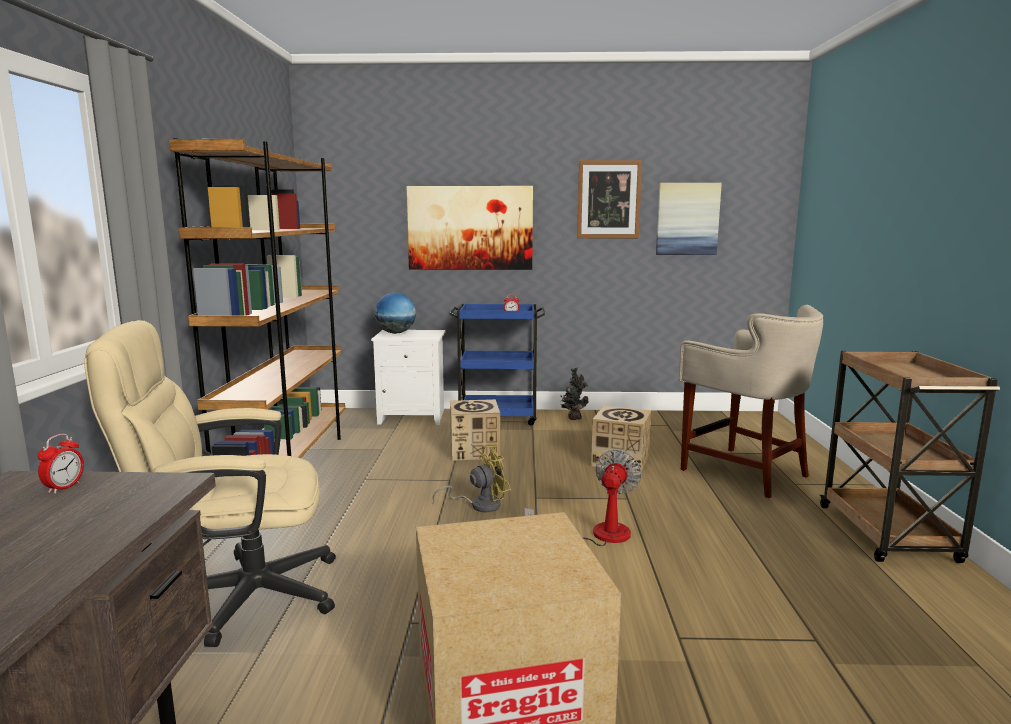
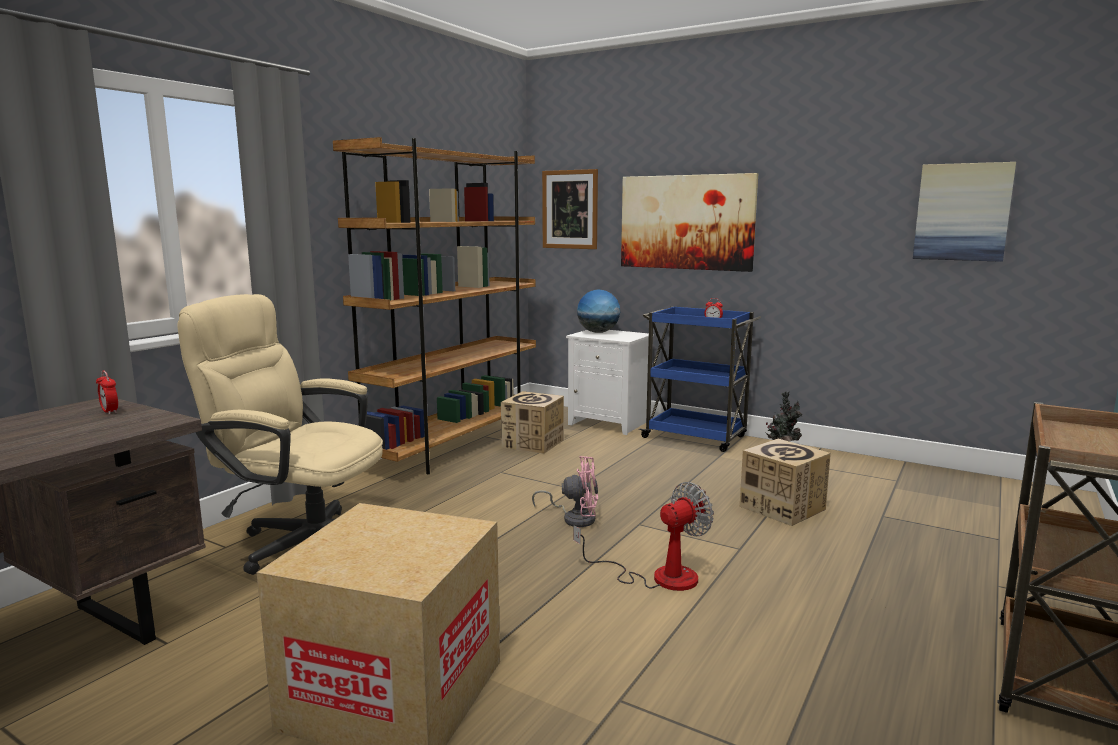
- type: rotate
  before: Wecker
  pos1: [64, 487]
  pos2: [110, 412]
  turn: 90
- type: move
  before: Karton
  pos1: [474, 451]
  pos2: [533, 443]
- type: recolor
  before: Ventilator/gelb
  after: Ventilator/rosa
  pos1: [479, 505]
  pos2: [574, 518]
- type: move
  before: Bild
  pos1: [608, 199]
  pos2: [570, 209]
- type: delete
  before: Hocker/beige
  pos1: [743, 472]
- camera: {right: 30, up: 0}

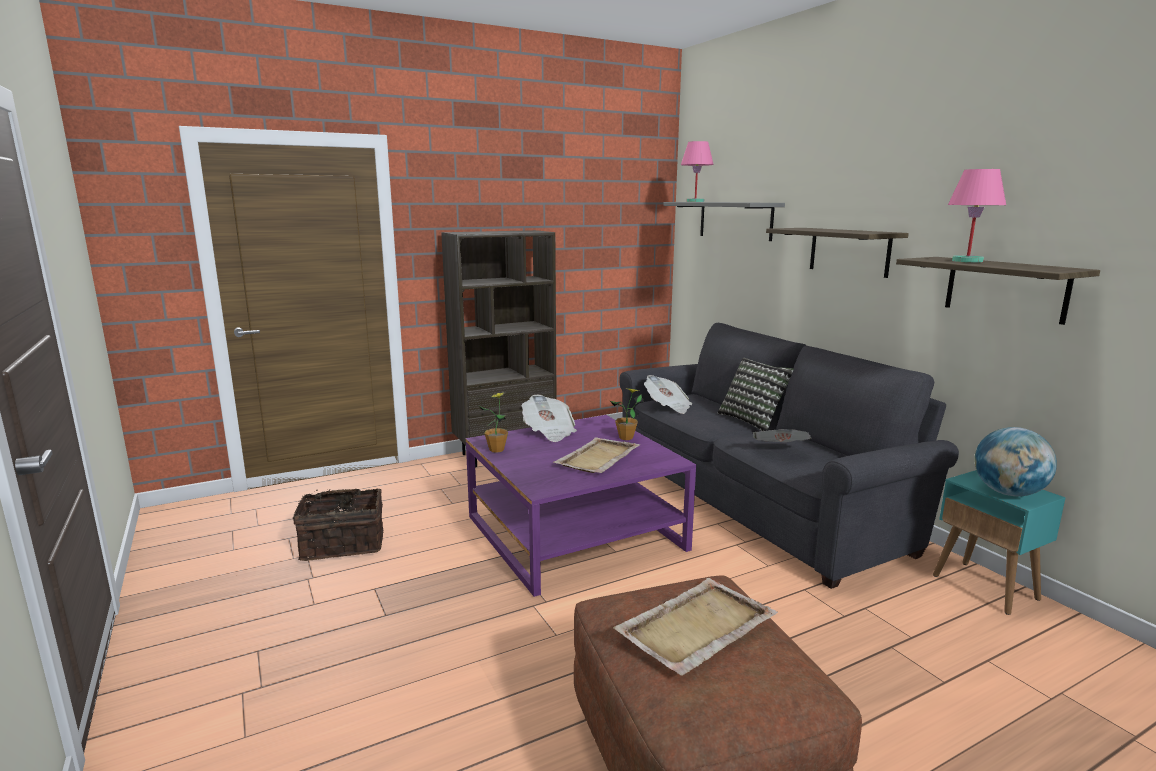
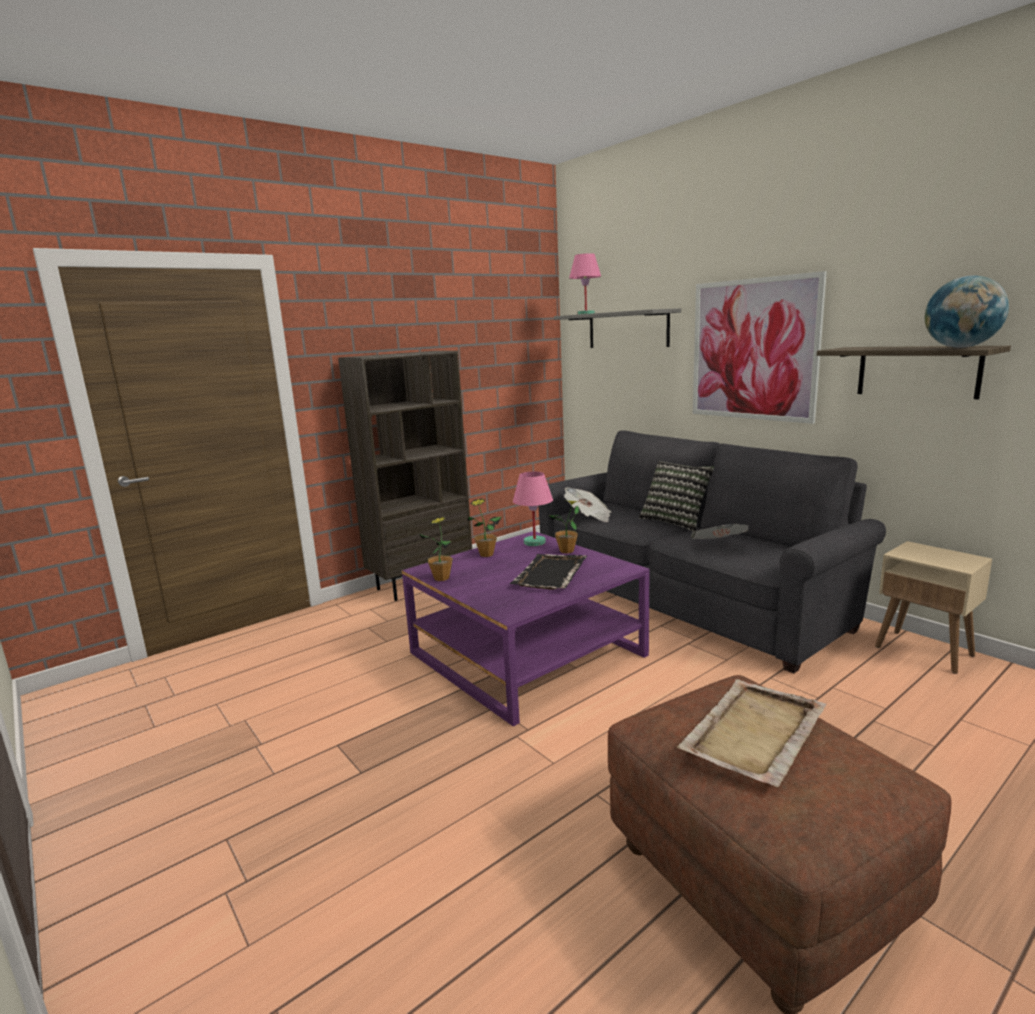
- type: replace
  before: Zeitung
  after: Topfpflanze
  pos1: [549, 432]
  pos2: [486, 554]
- type: recolor
  before: Tablett/beige
  after: Tablett/schwarz
  pos1: [597, 458]
  pos2: [550, 574]
- type: move
  before: Tischlampe/rosa
  pos1: [968, 261]
  pos2: [535, 542]
- type: replace
  before: Wandregal
  after: Bild
  pos1: [849, 251]
  pos2: [753, 350]
- type: recolor
  before: Beistelltisch/türkis
  after: Beistelltisch/beige
  pos1: [986, 587]
  pos2: [925, 651]
- type: move
  before: Globus
  pos1: [1008, 493]
  pos2: [960, 347]
- type: delete
  before: Korb
  pos1: [343, 544]
- camera: {right: -10, up: 0}

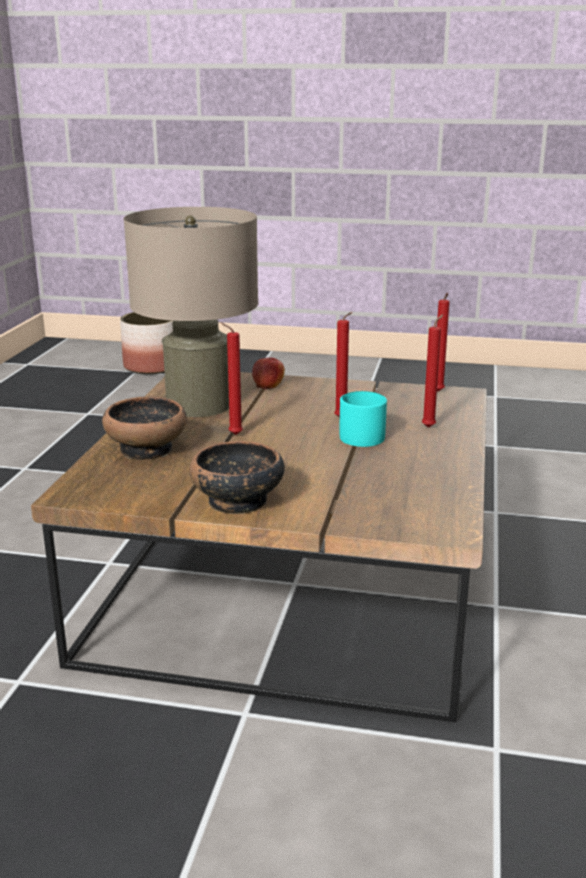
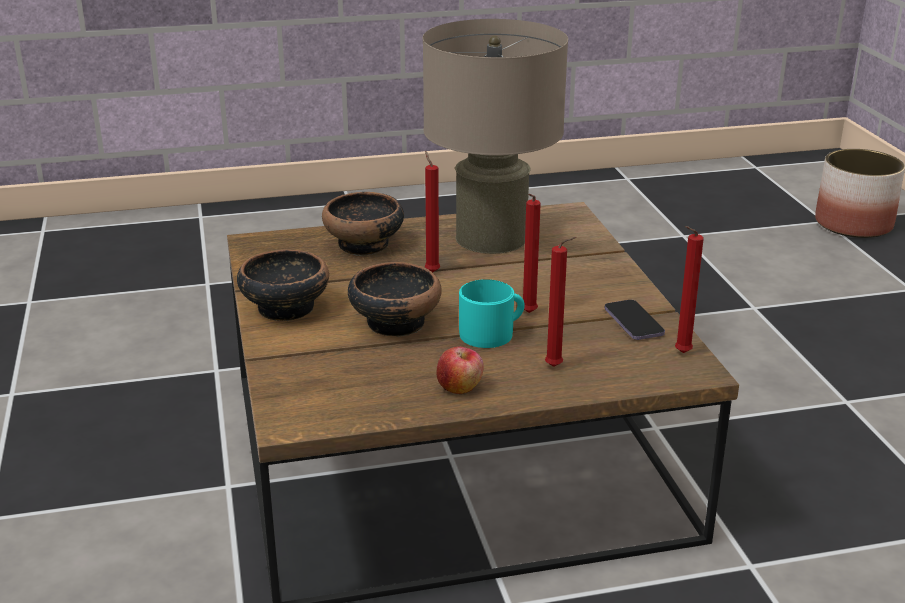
- type: insert
  after: Schüssel
  pos2: [395, 322]
- type: move
  before: Apfel
  pos1: [268, 385]
  pos2: [459, 387]
- type: insert
  after: Handy
  pos2: [633, 322]
- camera: {right: 65, up: 5}

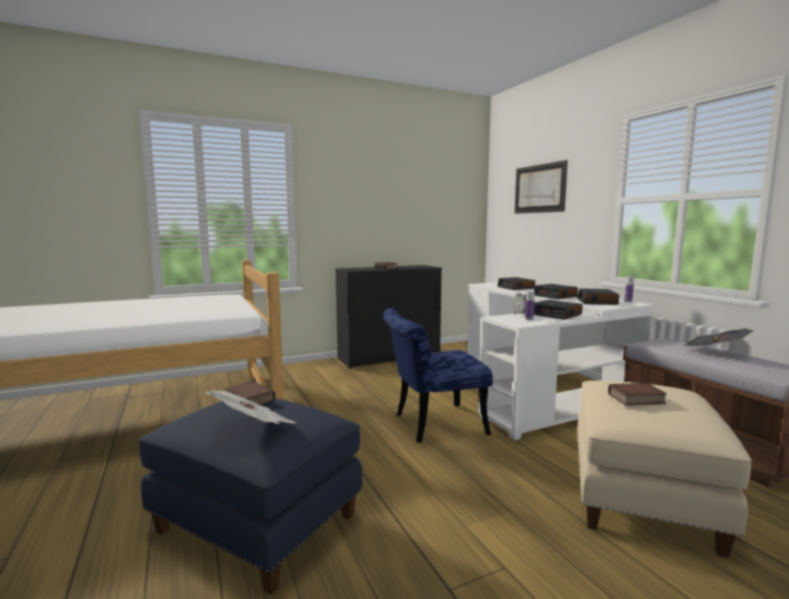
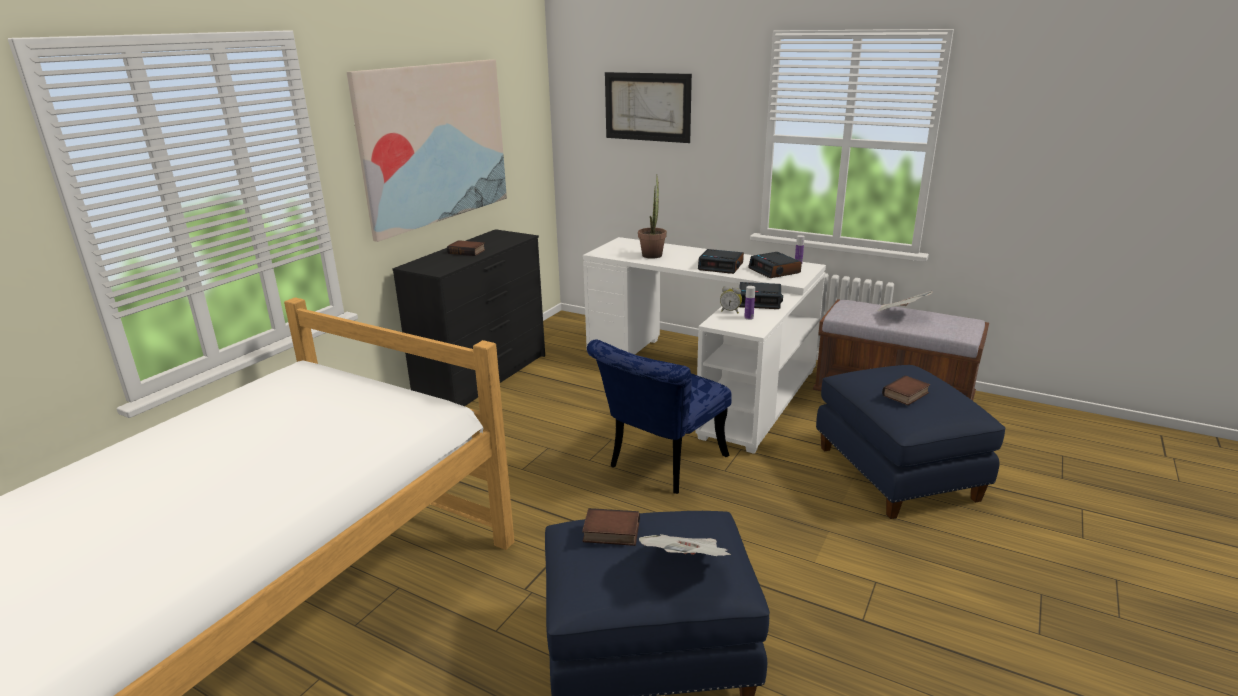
- type: insert
  after: Bild
  pos2: [435, 144]
- type: replace
  before: Wecker
  after: Topfpflanze
  pos1: [516, 287]
  pos2: [652, 254]
- type: recolor
  before: Polsterhocker/beige
  after: Polsterhocker/blau
  pos1: [644, 498]
  pos2: [898, 473]
- camera: {right: -35, up: 15}

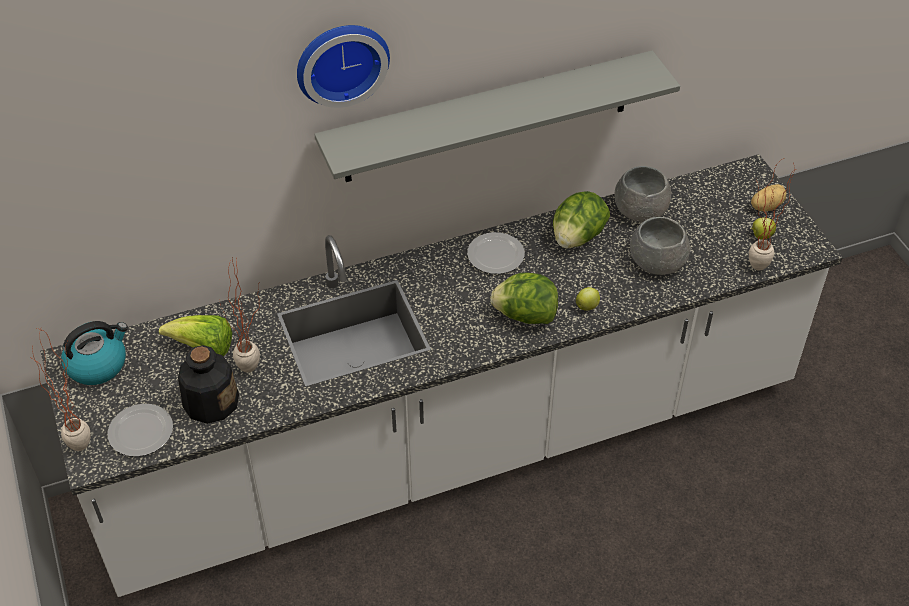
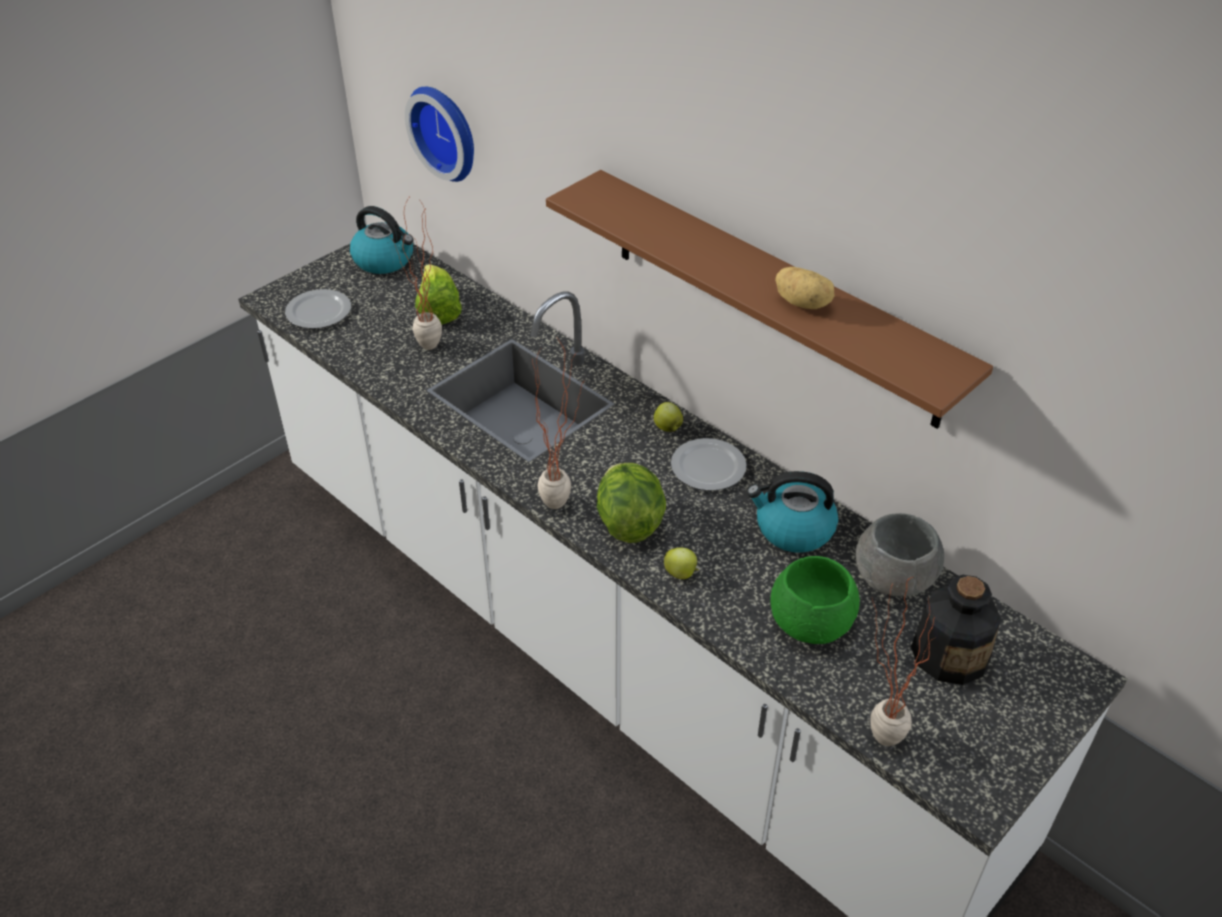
- type: move
  before: Wanduhr
  pos1: [340, 61]
  pos2: [447, 131]
- type: move
  before: Topfpflanze
  pos1: [83, 438]
  pos2: [565, 501]
- type: recolor
  before: Wandregal/grau
  after: Wandregal/braun
  pos1: [488, 117]
  pos2: [772, 296]
- type: move
  before: Apfel
  pos1: [761, 236]
  pos2: [667, 427]
- type: replace
  before: Salatkopf
  after: Wasserkessel
  pos1: [577, 237]
  pos2: [793, 529]
- type: recolor
  before: Schüssel/grau
  after: Schüssel/grün
  pos1: [657, 261]
  pos2: [810, 621]
- type: move
  before: Kartoffel
  pos1: [765, 206]
  pos2: [803, 303]
- type: move
  before: Flasche
  pos1: [210, 401]
  pos2: [949, 654]
- camera: {right: 65, up: -5}

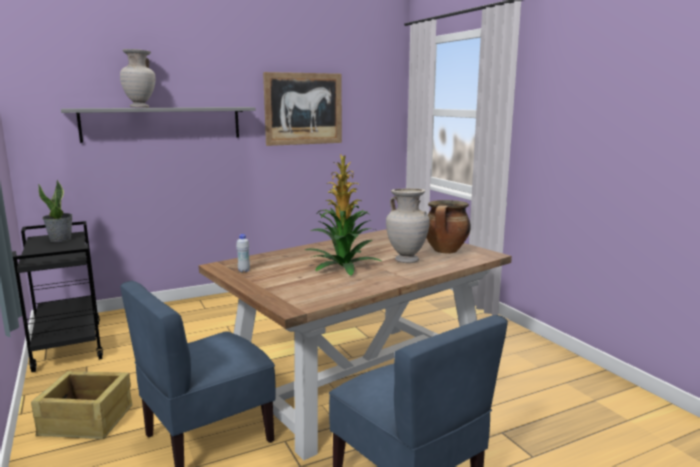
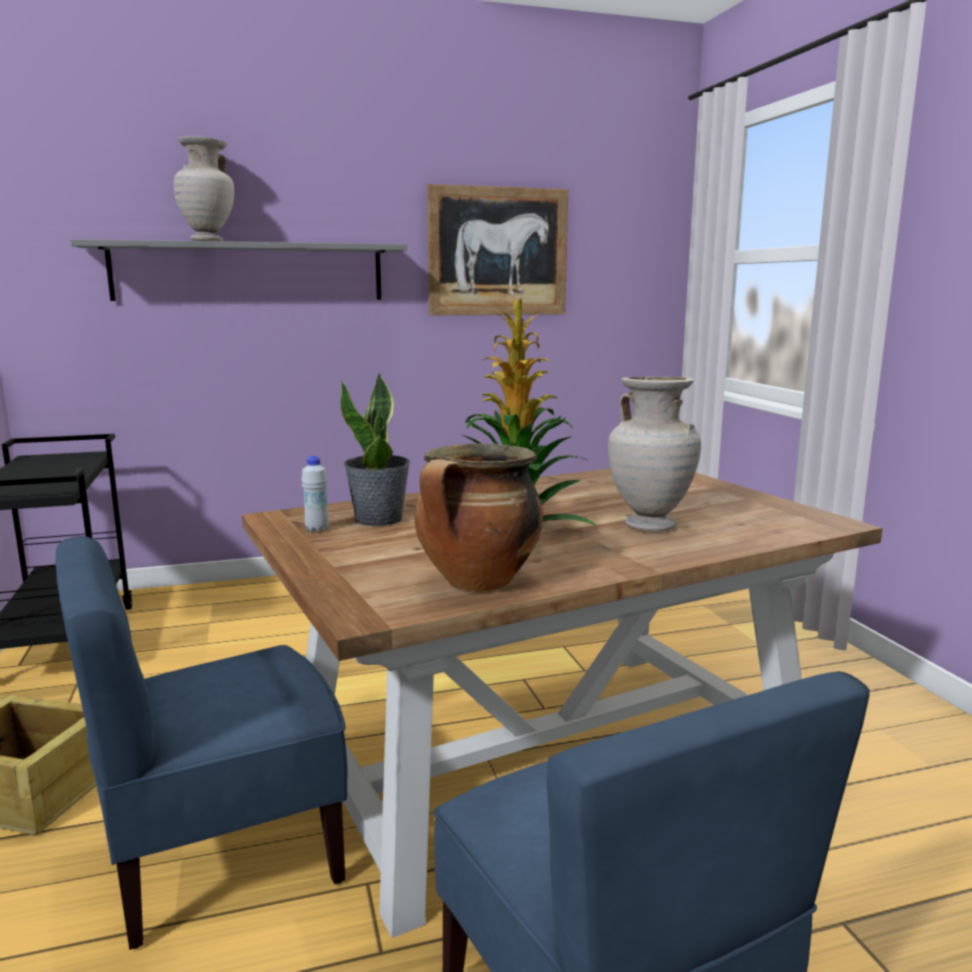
- type: move
  before: Topfpflanze
  pos1: [61, 239]
  pos2: [379, 519]
- type: move
  before: Kochtopf
  pos1: [445, 251]
  pos2: [478, 583]
- camera: {right: 10, up: 0}

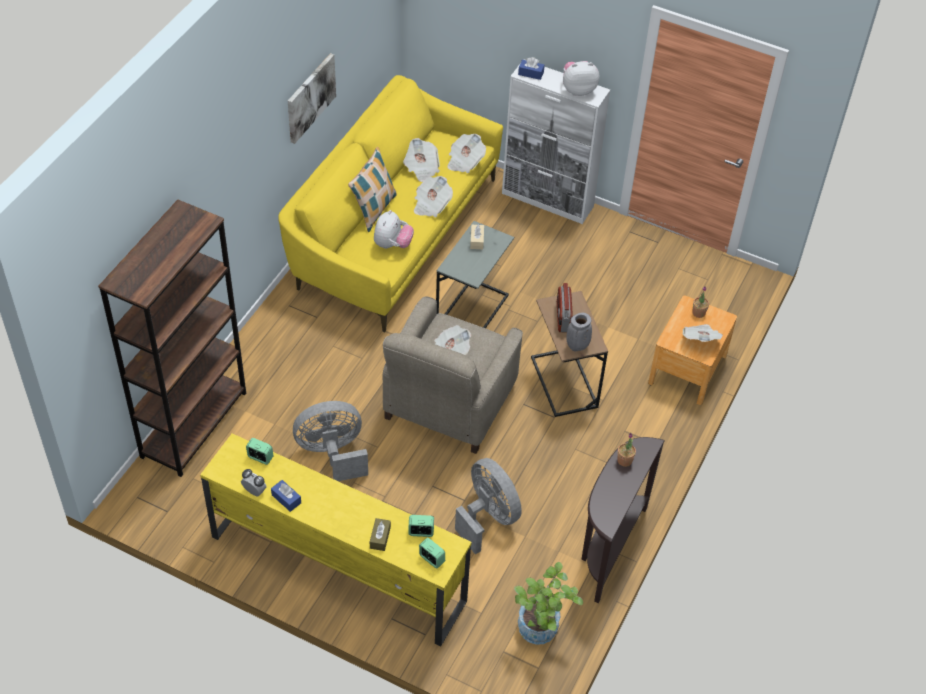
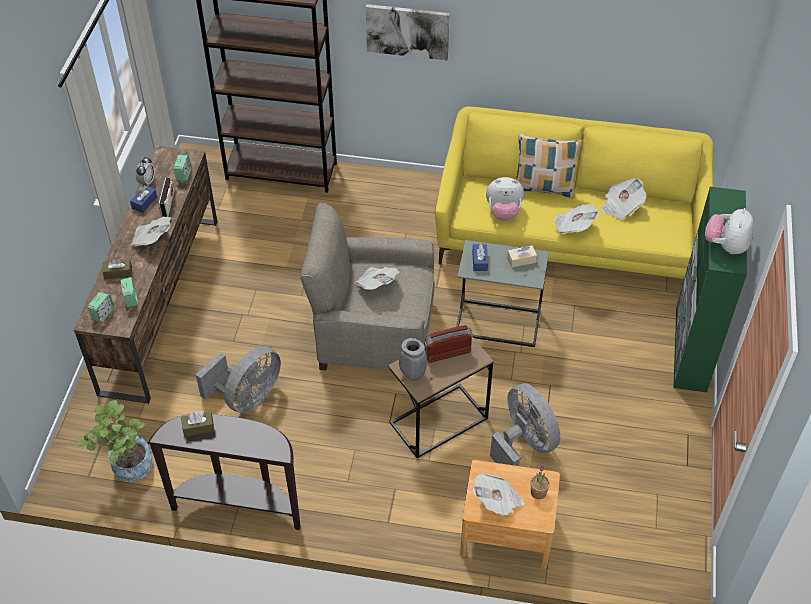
- type: recolor
  before: Fernsehschrank/gelb
  after: Fernsehschrank/braun
  pos1: [337, 568]
  pos2: [161, 303]
- type: move
  before: Zeitung
  pos1: [464, 161]
  pos2: [152, 239]
- type: insert
  after: Radio
  pos2: [168, 205]
- type: insert
  after: Taschentuchbox/braun
  pos2: [198, 427]
- type: move
  before: Bild
  pos1: [310, 97]
  pos2: [407, 31]
- type: move
  before: Taschentuchbox/blau
  pos1: [531, 73]
  pos2: [479, 261]
- type: move
  before: Ventilator/grau
  pos1: [333, 453]
  pos2: [524, 444]
- type: recolor
  before: Schrank/weiß
  after: Schrank/grün
  pos1: [548, 200]
  pos2: [690, 349]
- type: rotate
  before: Plüschtier
  pos1: [578, 90]
  pos2: [726, 246]
  turn: -135
- type: delete
  before: Topfpflanze
  pos1: [624, 460]
- camera: {right: 75, up: 0}

